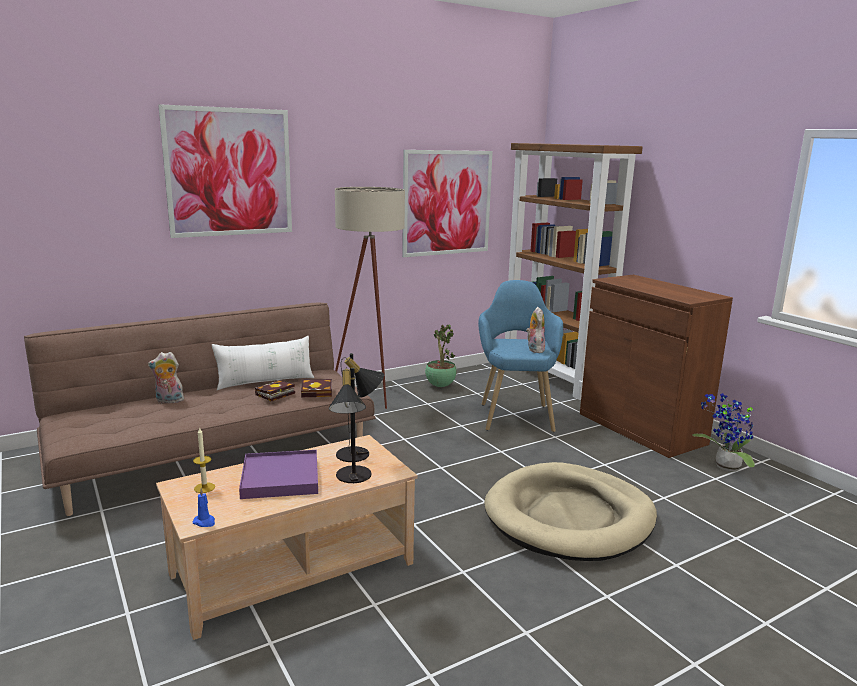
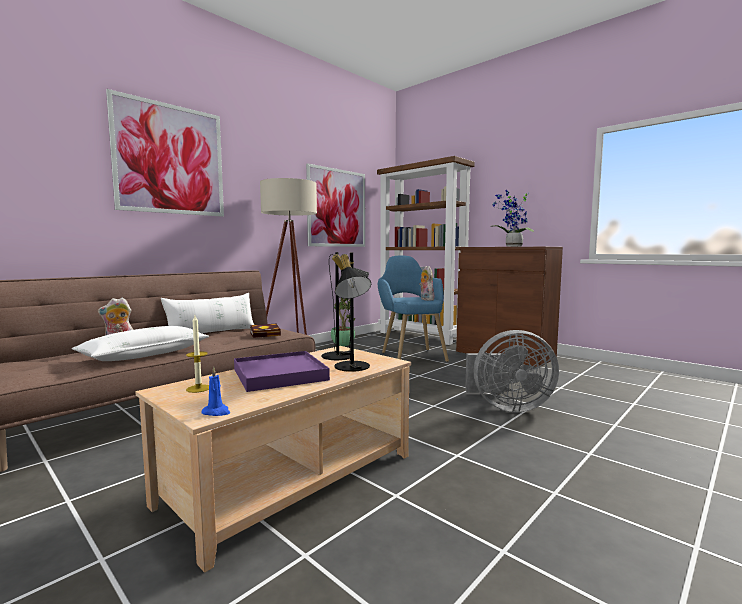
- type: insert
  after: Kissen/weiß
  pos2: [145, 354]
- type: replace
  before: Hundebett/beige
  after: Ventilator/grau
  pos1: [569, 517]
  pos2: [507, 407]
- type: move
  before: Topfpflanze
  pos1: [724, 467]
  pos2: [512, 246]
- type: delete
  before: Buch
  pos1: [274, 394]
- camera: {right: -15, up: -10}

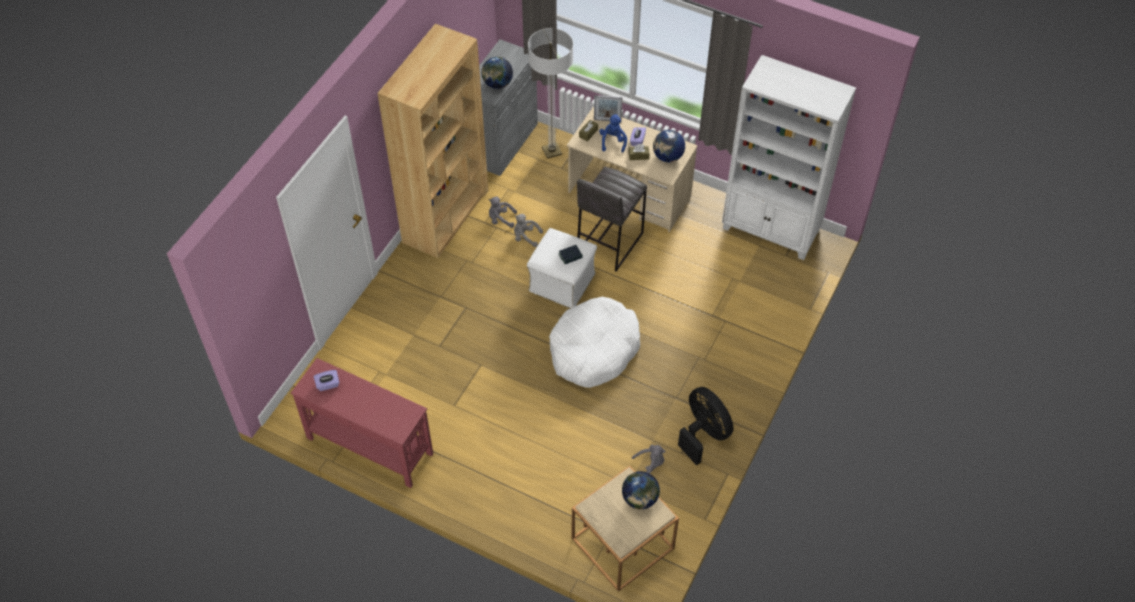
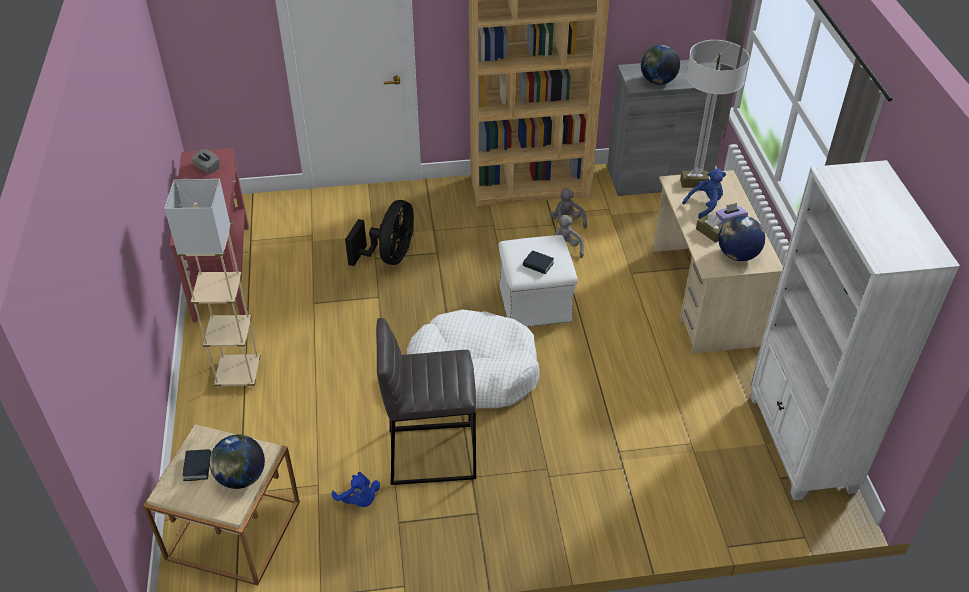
- type: insert
  after: Stehlampe/beige
  pos2: [238, 374]
- type: insert
  after: Buch
  pos2: [198, 467]
- type: recolor
  before: Taschentuchbox/lila
  after: Taschentuchbox/grau
  pos1: [328, 385]
  pos2: [207, 168]
- type: recolor
  before: Plüschtier/grau
  after: Plüschtier/blau
  pos1: [649, 465]
  pos2: [359, 500]
- type: move
  before: Ventilator/schwarz
  pos1: [703, 434]
  pos2: [389, 256]
- type: move
  before: Hocker/grau
  pos1: [609, 243]
  pos2: [431, 453]
- type: delete
  before: Bilderrahmen
  pos1: [607, 120]
- camera: {right: 55, up: -10}

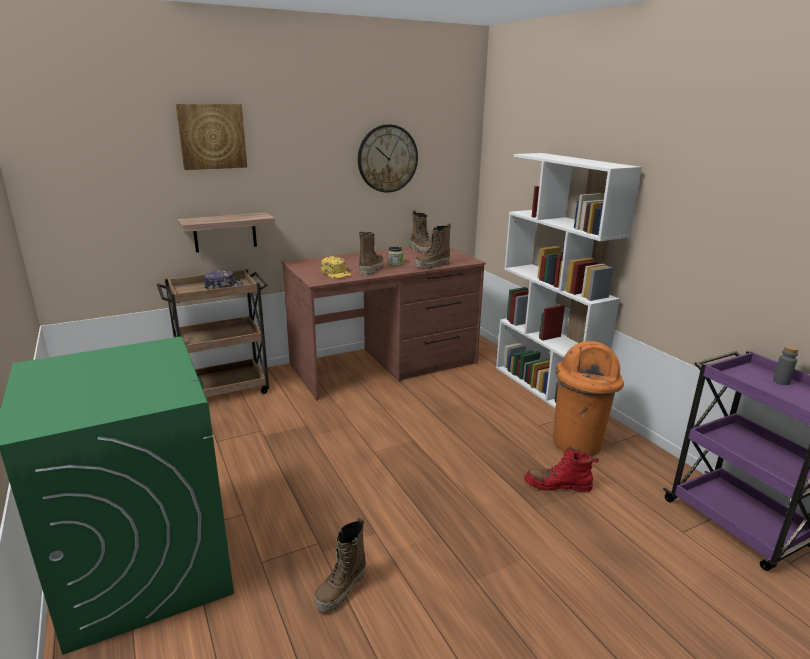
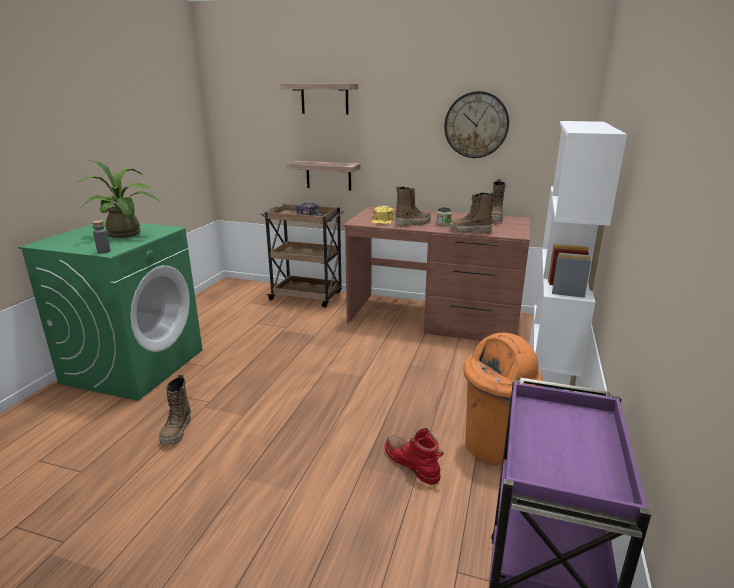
- type: insert
  after: Topfpflanze
  pos2: [126, 235]
- type: move
  before: Flasche/grau
  pos1: [781, 382]
  pos2: [104, 251]
- type: rotate
  before: Stiefel
  pos1: [341, 590]
  pos2: [177, 431]
  turn: -75
- type: replace
  before: Bild
  after: Wandregal
  pos1: [212, 136]
  pos2: [324, 98]
- camera: {right: 45, up: 0}

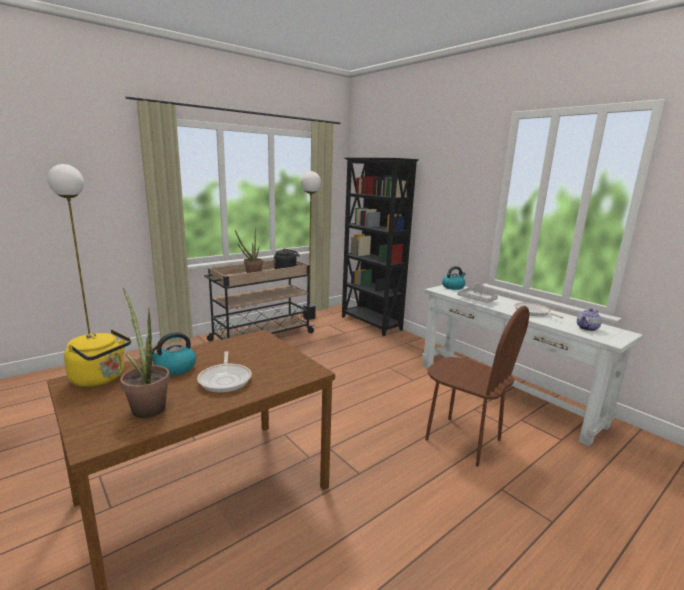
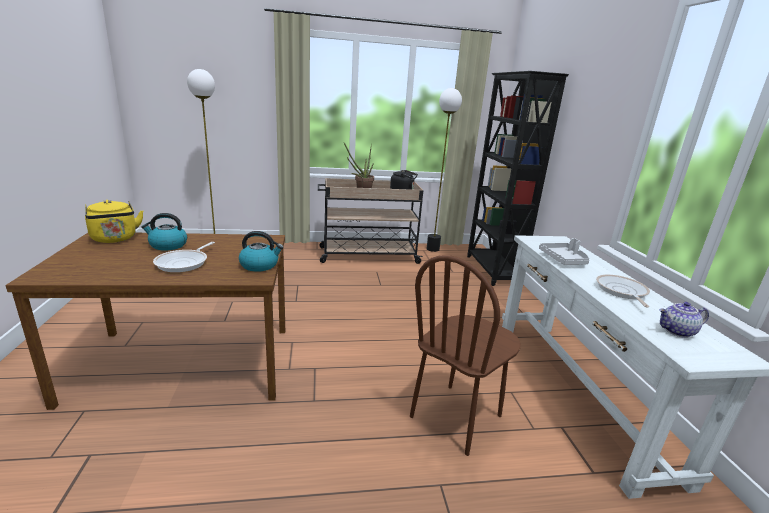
- type: move
  before: Wasserkessel
  pos1: [453, 287]
  pos2: [260, 265]
- type: rotate
  before: Stuhl/braun
  pos1: [462, 440]
  pos2: [456, 417]
  turn: 60
- type: delete
  before: Topfpflanze
  pos1: [147, 406]
- camera: {right: 30, up: 5}

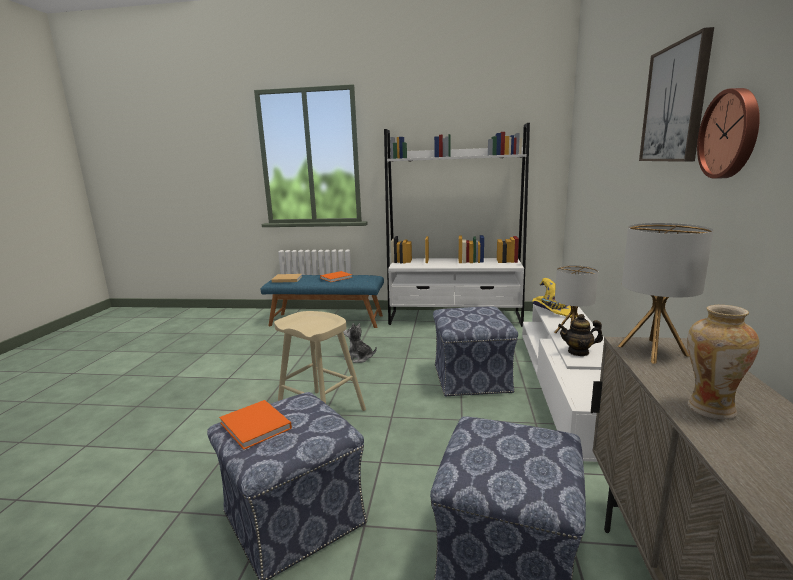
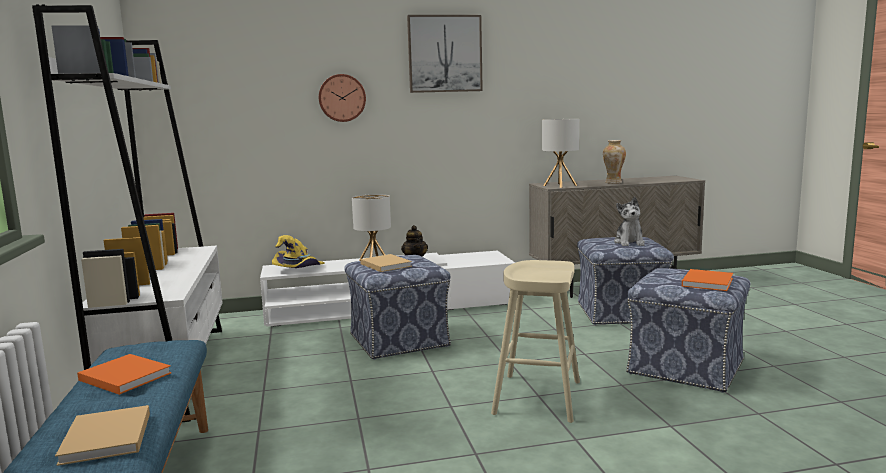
- type: move
  before: Wanduhr
  pos1: [731, 134]
  pos2: [342, 98]
- type: insert
  after: Buch/beige
  pos2: [385, 264]
- type: move
  before: Plüschtier
  pos1: [359, 358]
  pos2: [629, 243]
- camera: {right: -110, up: -5}

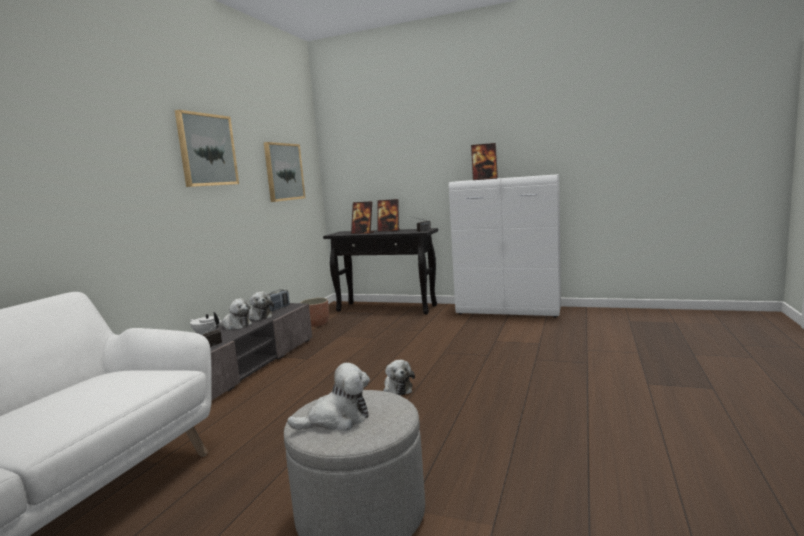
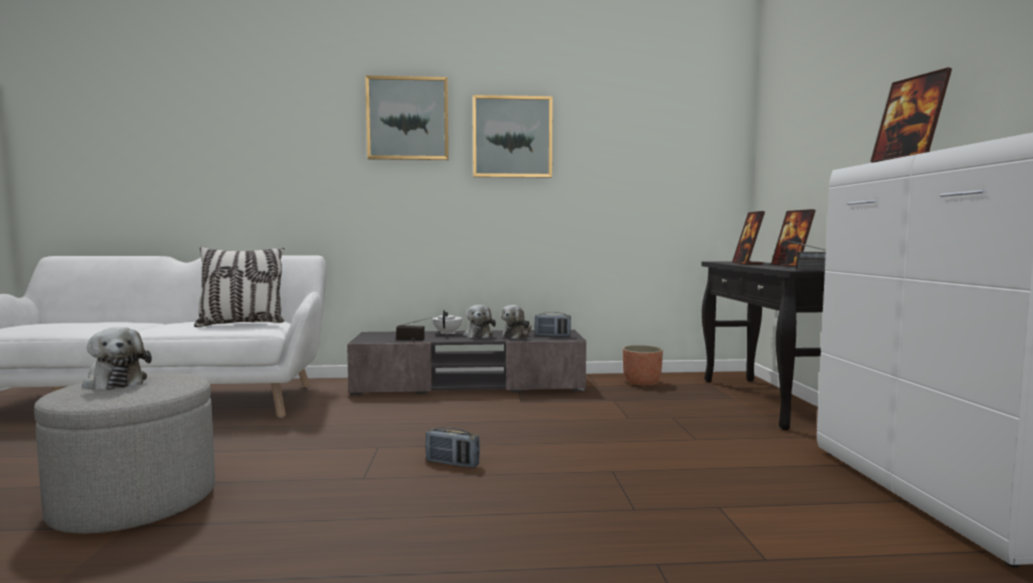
- type: insert
  after: Kissen
  pos2: [242, 324]
- type: move
  before: Bild
  pos1: [284, 172]
  pos2: [408, 119]
- type: replace
  before: Plüschtier
  after: Radio
  pos1: [397, 388]
  pos2: [452, 463]
- camera: {right: 65, up: -5}

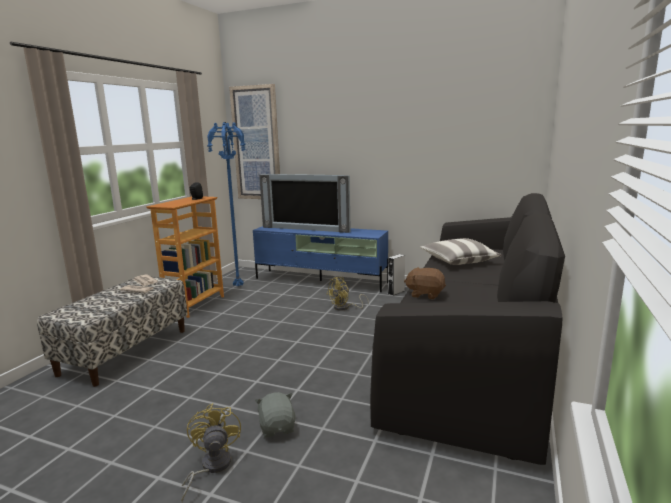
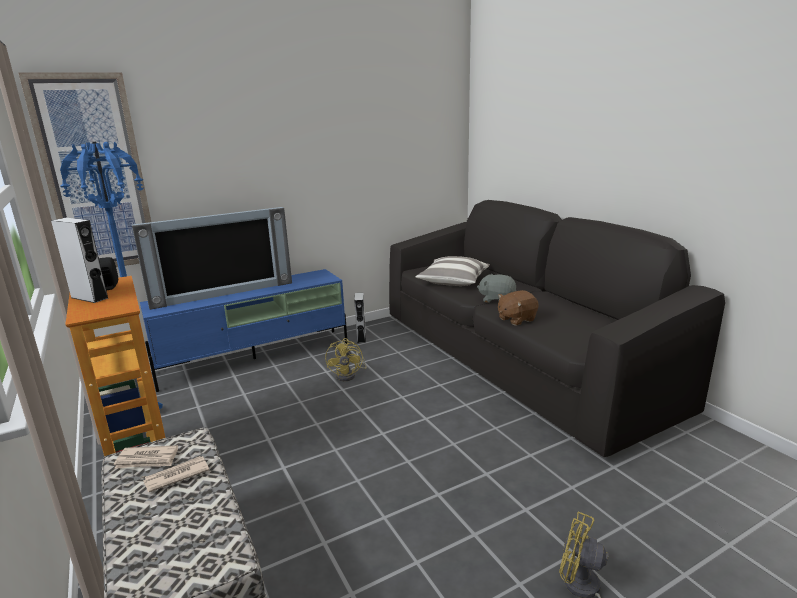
- type: insert
  after: Lautsprecher/grau
  pos2: [89, 298]
- type: move
  before: Plüschtier/grau
  pos1: [277, 427]
  pos2: [497, 300]
- camera: {right: -50, up: 5}

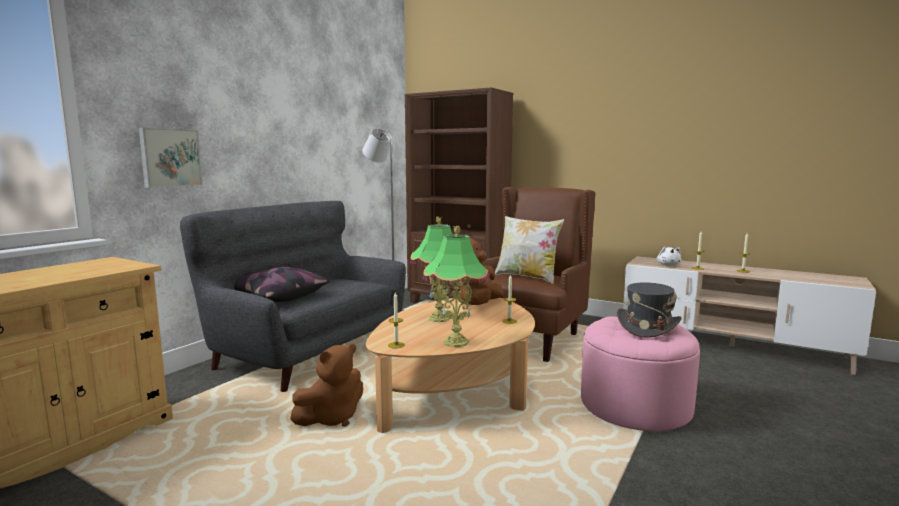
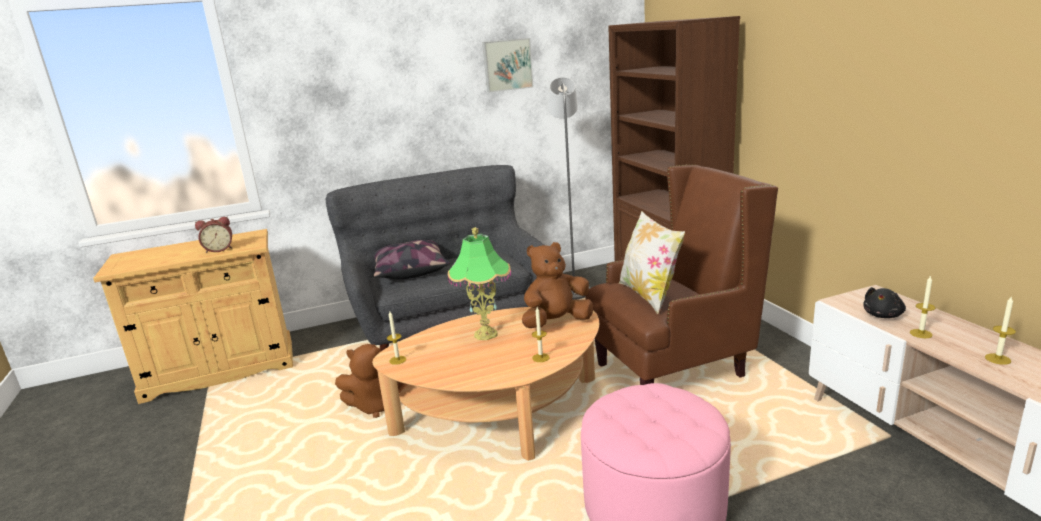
- type: insert
  after: Wecker
  pos2: [219, 249]
- type: move
  before: Bild
  pos1: [170, 158]
  pos2: [507, 65]
- type: recolor
  before: Plüschtier/weiß
  after: Plüschtier/schwarz
  pos1: [668, 265]
  pos2: [883, 315]
- type: delete
  before: Tischlampe
  pos1: [455, 342]
- type: delete
  before: Hut/grau
  pos1: [647, 327]
- camera: {right: 40, up: 10}

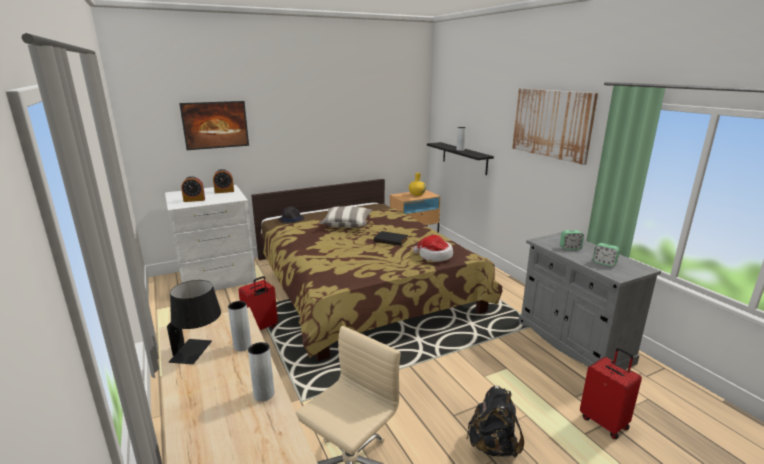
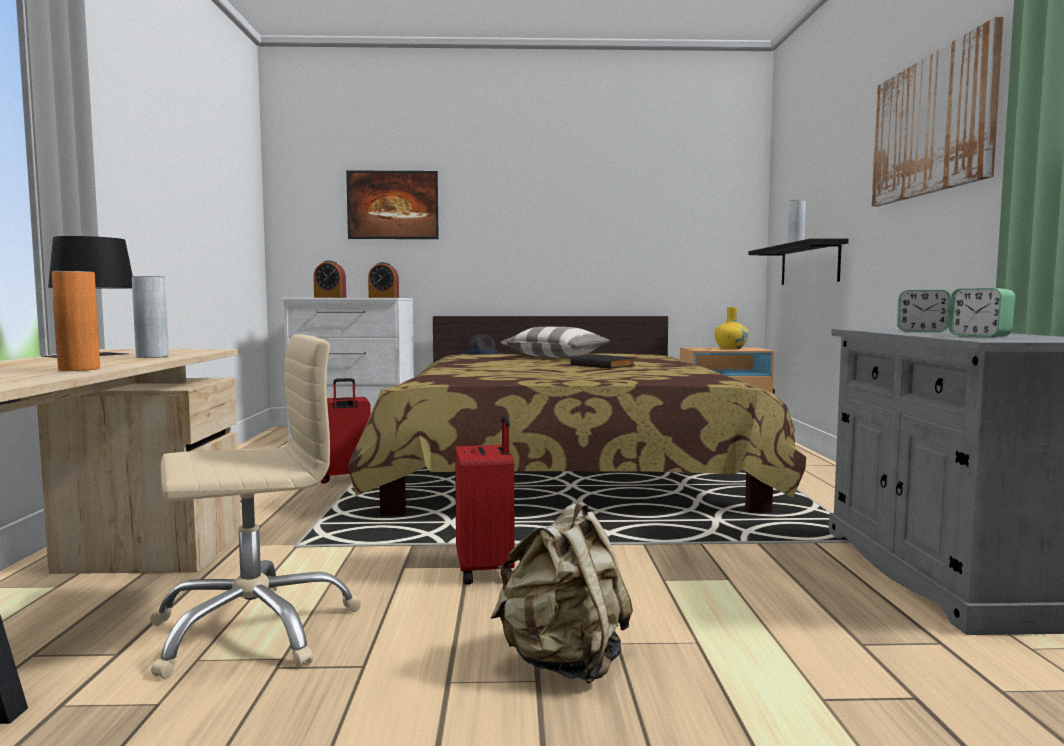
- type: recolor
  before: Vase/grau
  after: Vase/orange
  pos1: [264, 394]
  pos2: [79, 369]
- type: move
  before: Koffer/rot
  pos1: [604, 422]
  pos2: [486, 570]
- type: recolor
  before: Rucksack/schwarz
  after: Rucksack/beige
  pos1: [492, 445]
  pos2: [563, 662]
- type: delete
  before: Hut
  pos1: [434, 256]
- camera: {right: 25, up: -15}

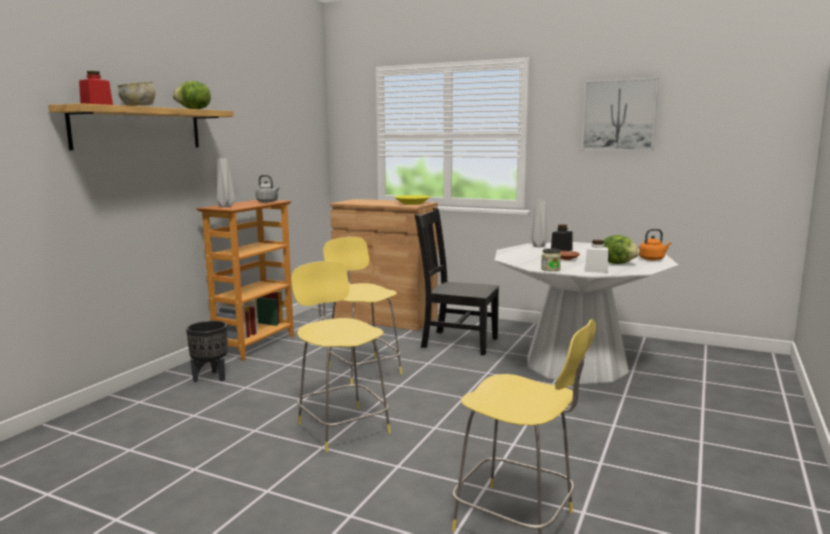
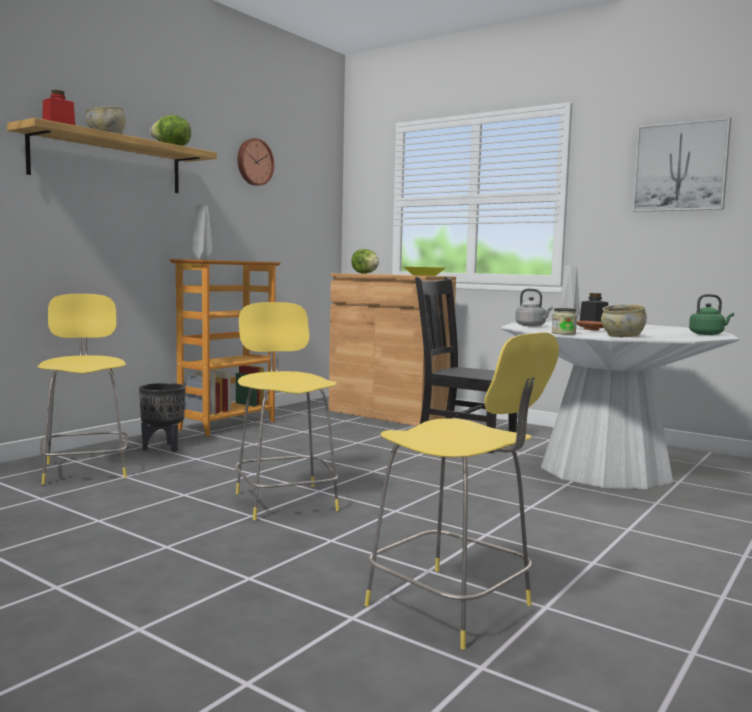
- type: move
  before: Hocker/gelb
  pos1: [363, 370]
  pos2: [86, 469]
- type: insert
  after: Wanduhr
  pos2: [254, 162]
- type: move
  before: Salatkopf
  pos1: [618, 263]
  pos2: [365, 273]
- type: move
  before: Wasserkessel/grau
  pos1: [268, 202]
  pos2: [532, 326]
- type: replace
  before: Vorratsglas/weiß
  after: Schüssel/beige
  pos1: [596, 270]
  pos2: [622, 336]
- type: recolor
  before: Wasserkessel/orange
  after: Wasserkessel/grün
  pos1: [652, 259]
  pos2: [708, 334]
- camera: {right: 10, up: -5}

